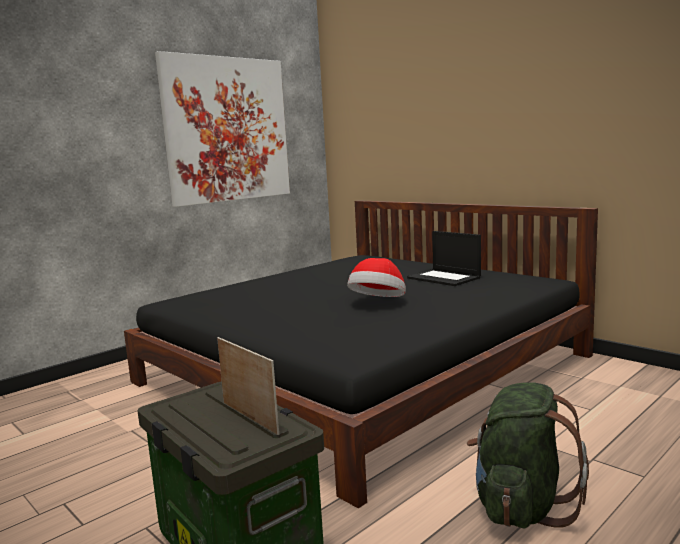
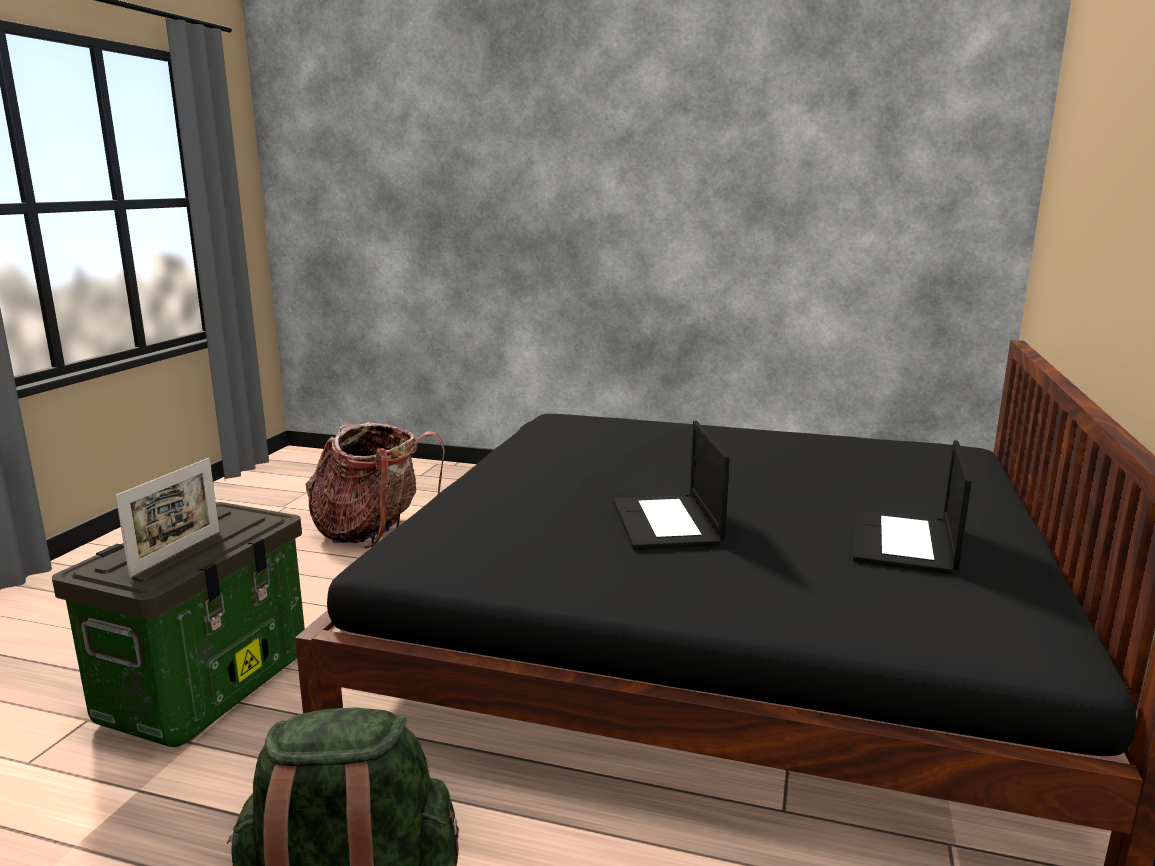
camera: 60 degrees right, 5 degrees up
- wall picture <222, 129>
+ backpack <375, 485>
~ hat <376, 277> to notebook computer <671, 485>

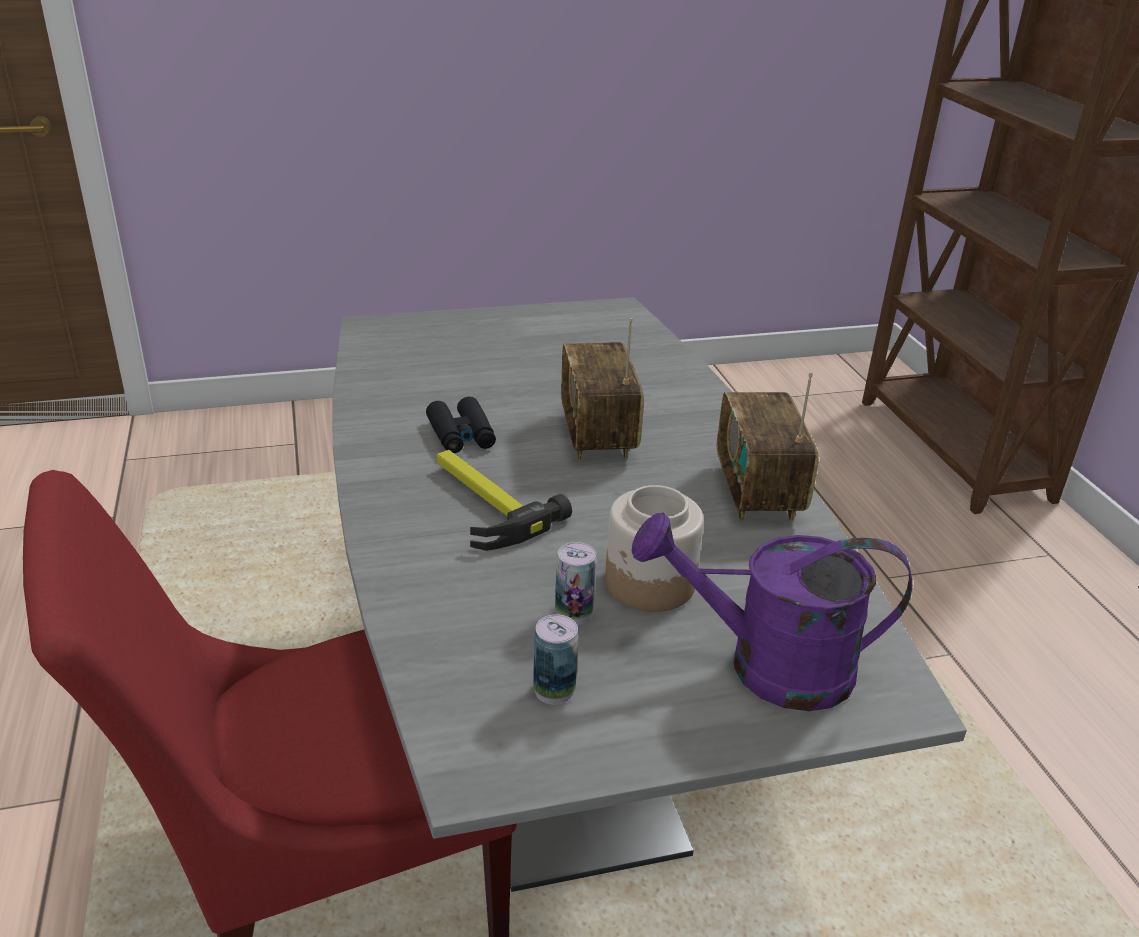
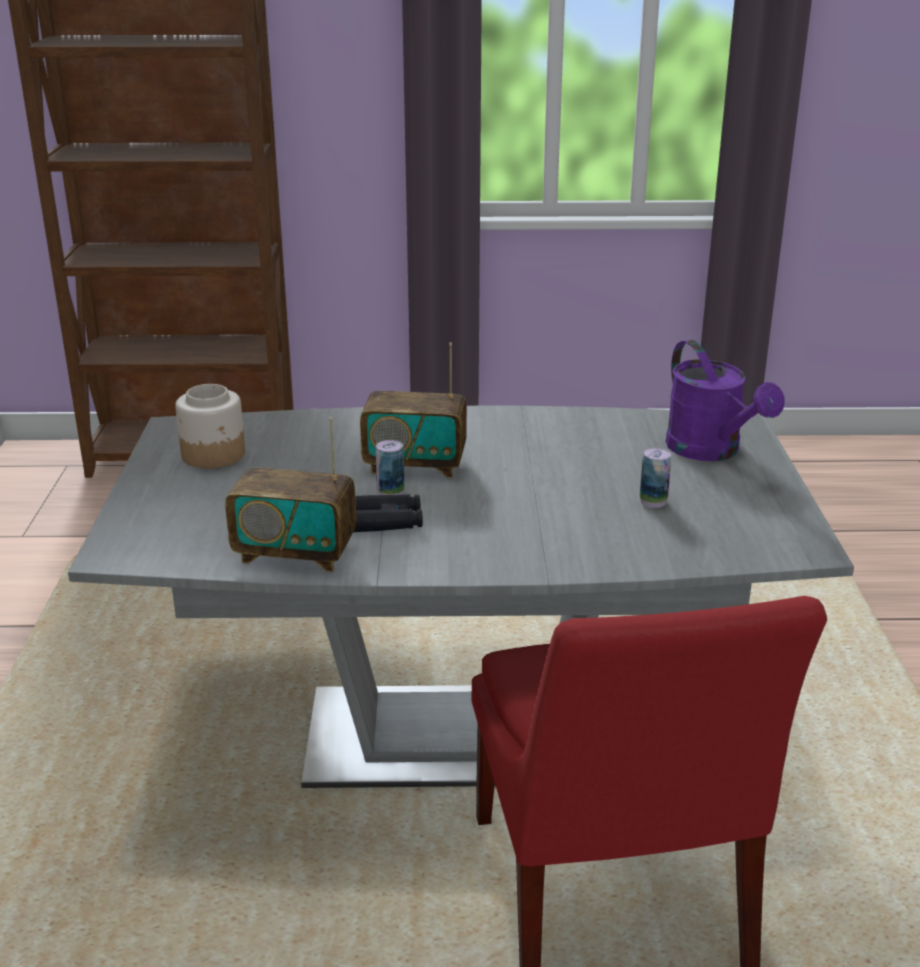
camera: 75 degrees left, 5 degrees down
- hammer <504, 500>
~ can <556, 659> to <390, 467>
~ preserve jar <654, 548> to <210, 426>
~ radio <768, 447> to <290, 494>
~ watering pot (purple-coloured) <772, 612> = <725, 400> 45 degrees counterclockwise

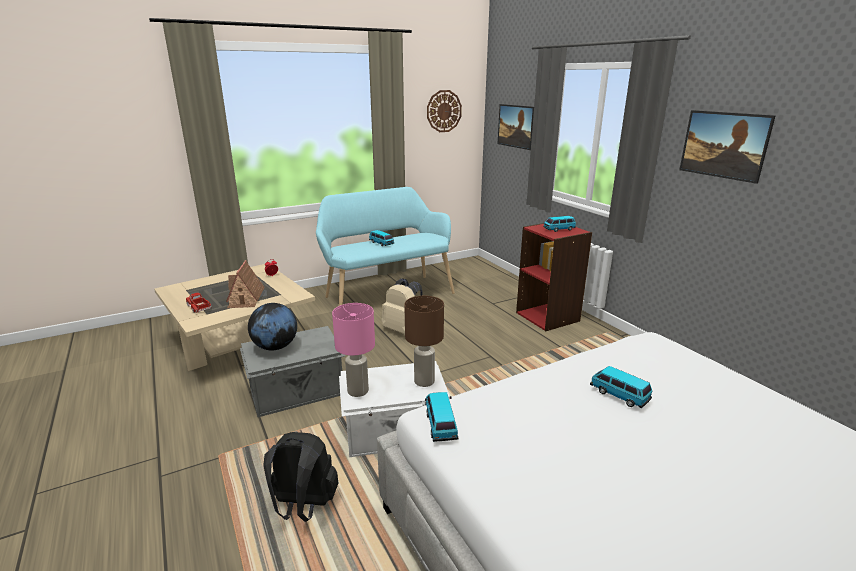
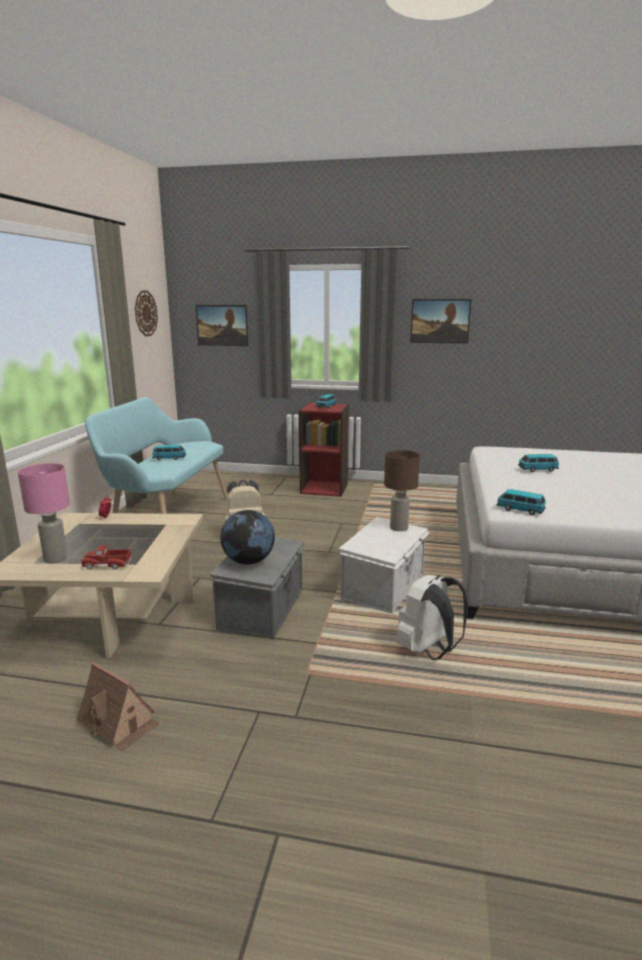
camera: 50 degrees left, 5 degrees down
~ model house <245, 284> to <118, 706>
~ lamp for a table (pinkish) <353, 350> to <44, 513>
~ backpack (blackish) <301, 477> to backpack (whitish) <432, 617>

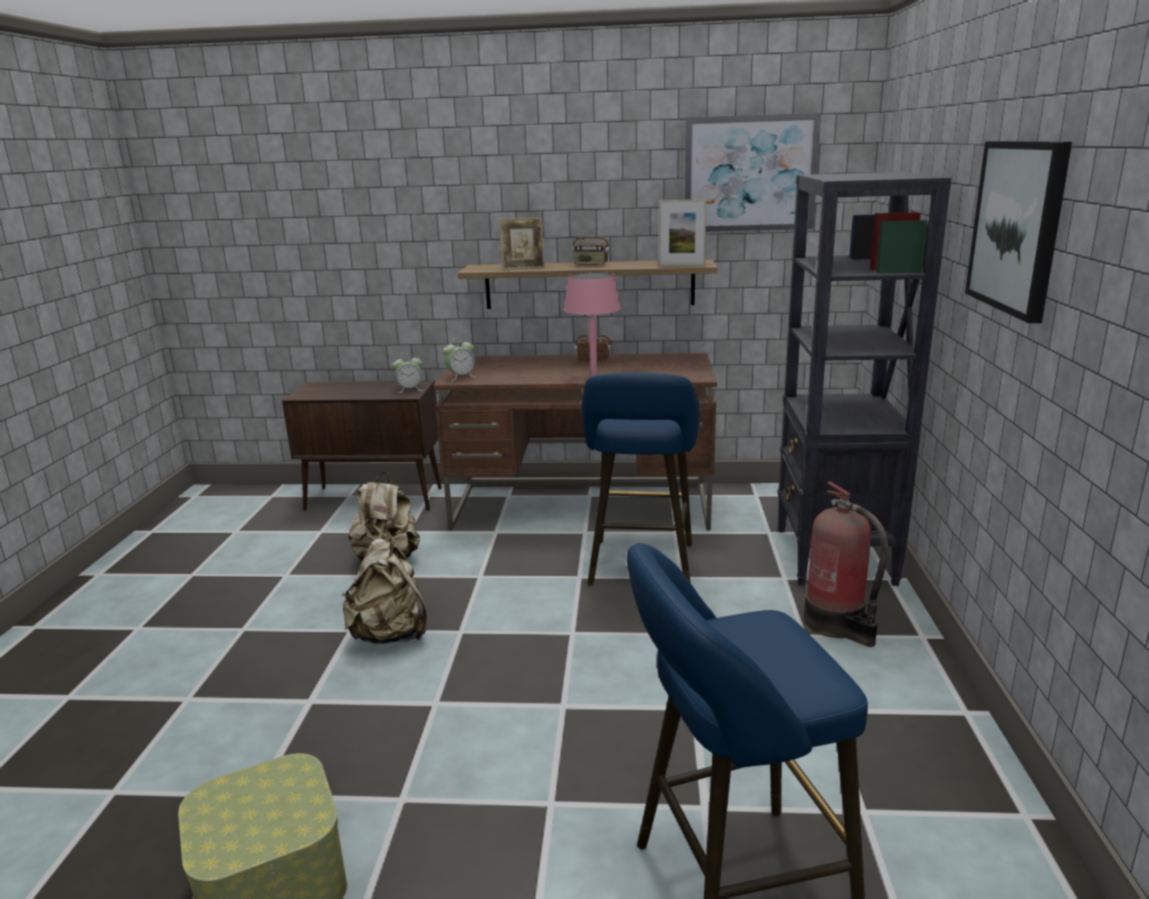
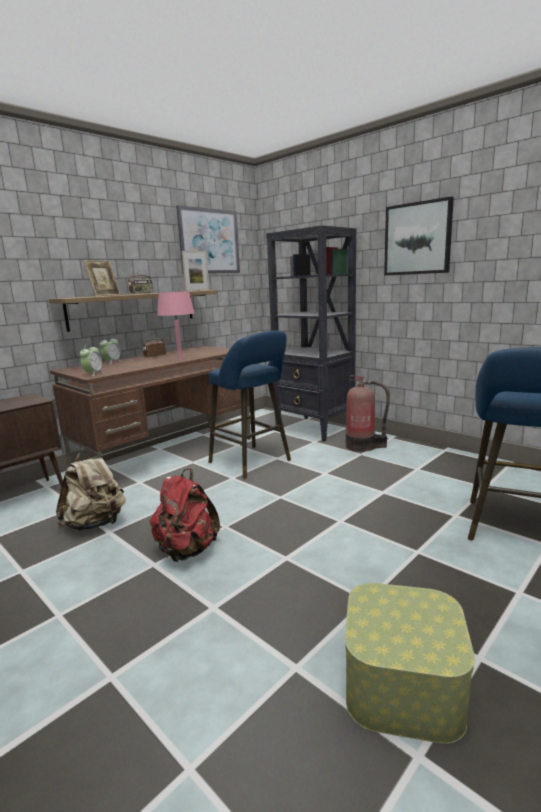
camera: 50 degrees left, 5 degrees down
~ table clock <407, 373> to <110, 350>
~ backpack (beige-coloured) <384, 591> to backpack (red) <185, 515>

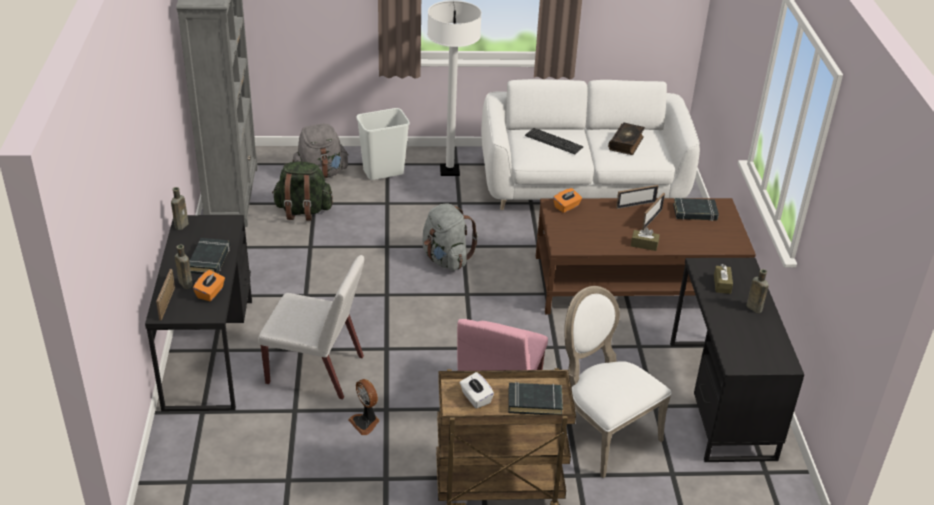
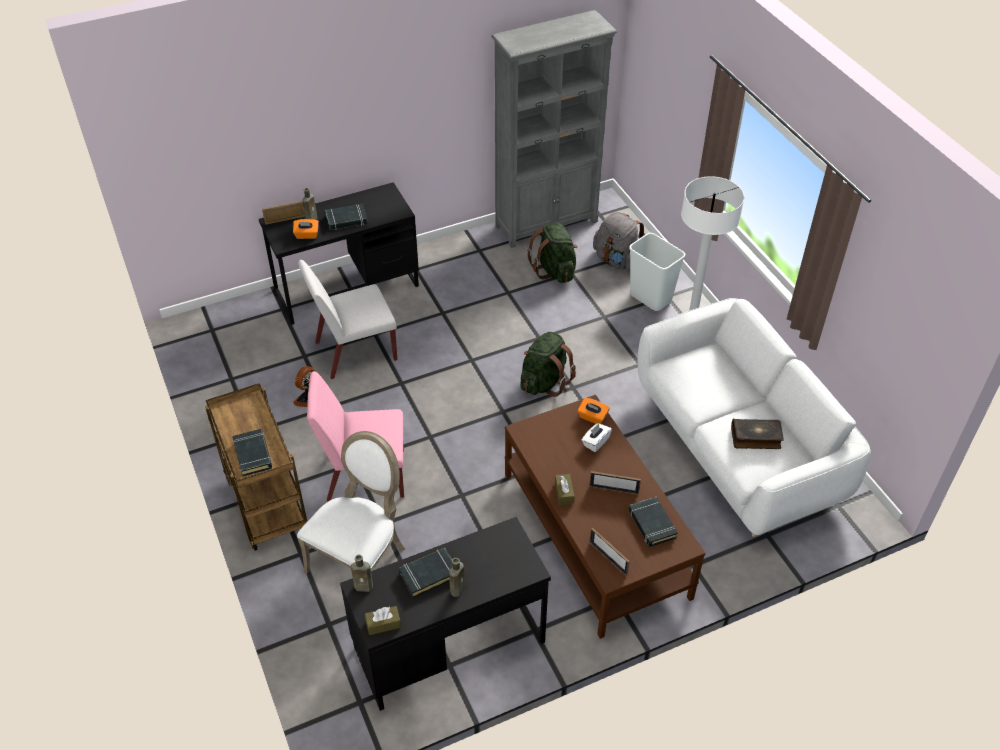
camera: 70 degrees right, 10 degrees up
- keyboard <554, 141>
+ volume (blackish) <426, 573>
~ beverage bottle (brown) <180, 208> to <362, 573>
~ box of tissues (whitish) <477, 390> to <597, 437>
~ picture frame <637, 197> to <610, 552>
~ box of tissues (brown) <723, 279> to <383, 620>
~ backpack (gray) <450, 237> to backpack (green) <548, 364>
~ upright chair (whitish) <311, 327> = <347, 319> 75 degrees clockwise

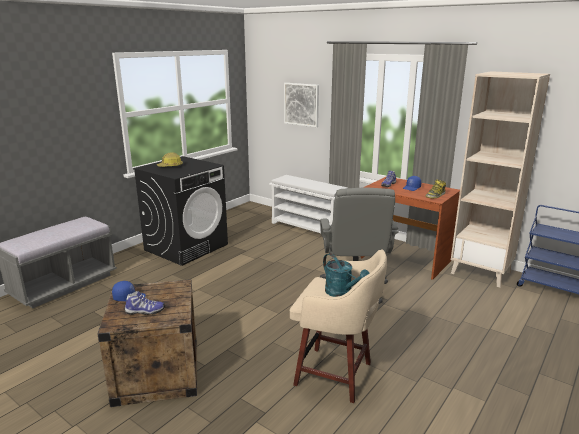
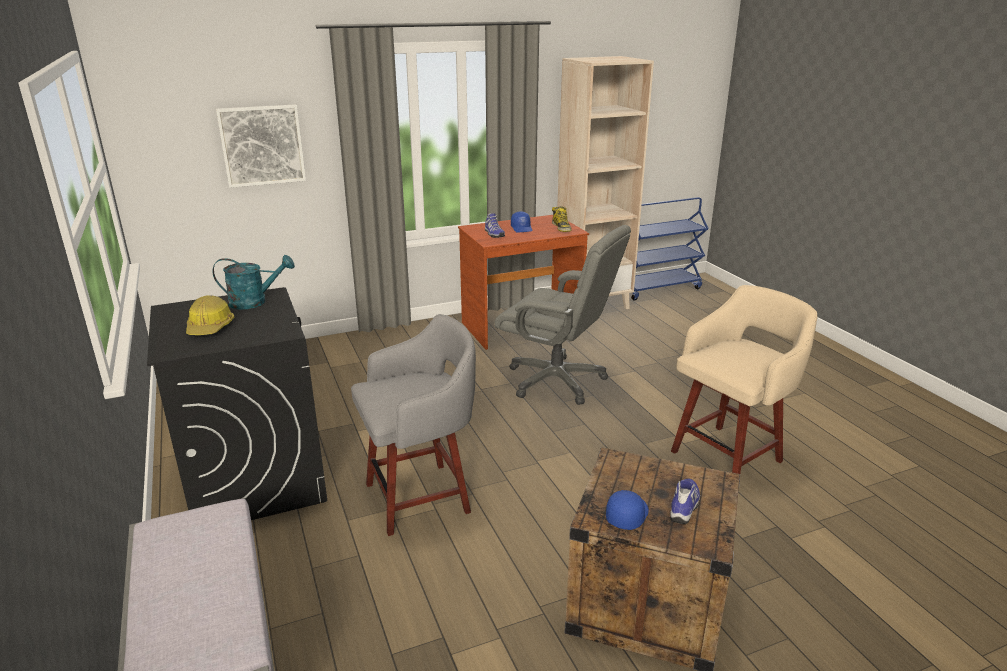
camera: 60 degrees left, 5 degrees up
- shoe rack (whitish) <308, 204>
+ stool (gray) <413, 425>
~ watering pot (blue-green) <346, 275> to <254, 282>

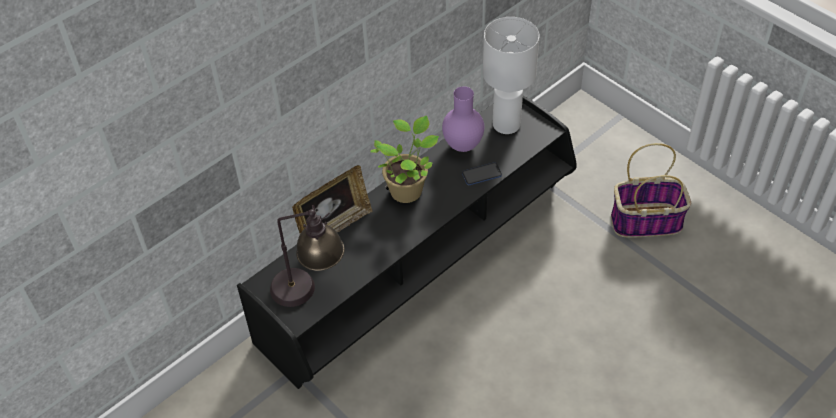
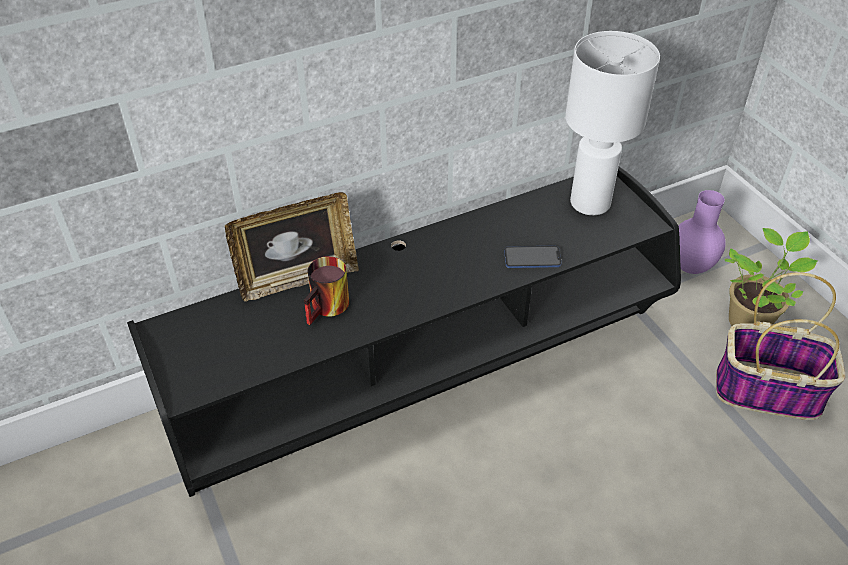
camera: 15 degrees right, 5 degrees down
- lamp for a table <307, 256>
+ tea mug <326, 290>
~ potted plant <405, 159> to <771, 277>
~ flower vase (purple-coloured) <463, 119> to <702, 232>

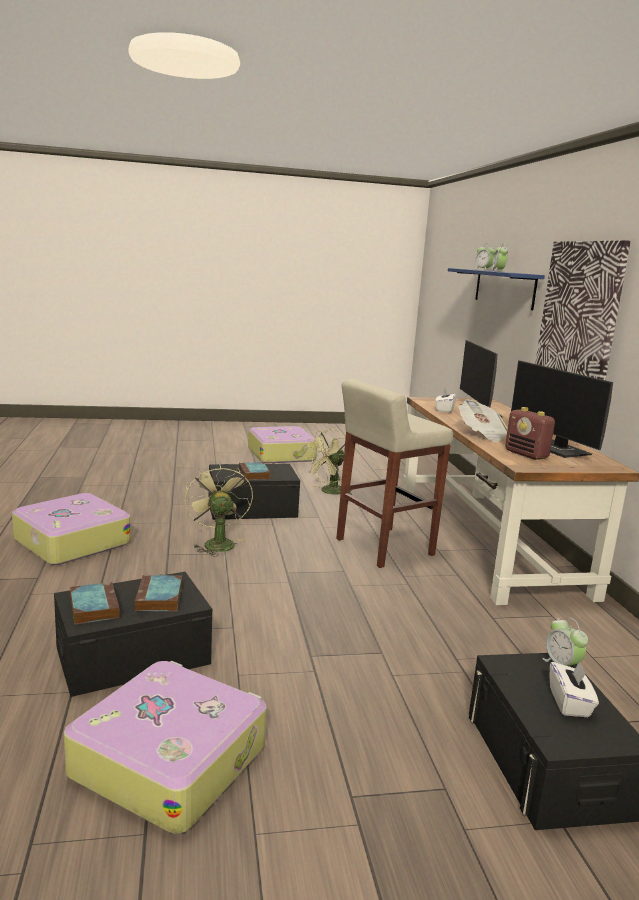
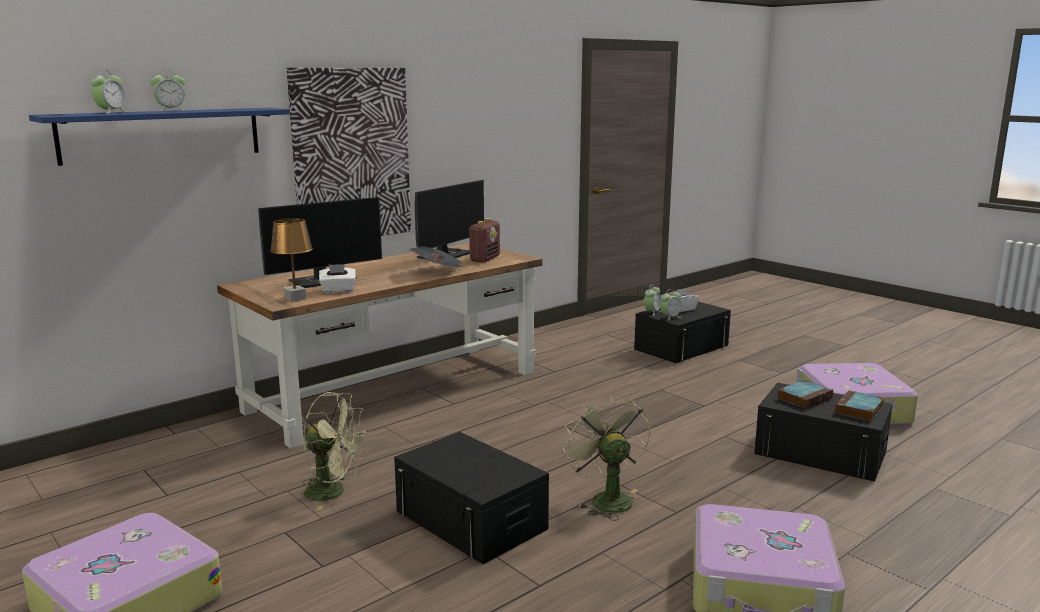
camera: 120 degrees left, 0 degrees up
- volume <254, 471>
- stool (beige-coloured) <394, 473>
+ lamp for a table (brown) <291, 260>
+ table clock <671, 305>
~ cooling fan (green) <219, 510> = <606, 457> 120 degrees clockwise

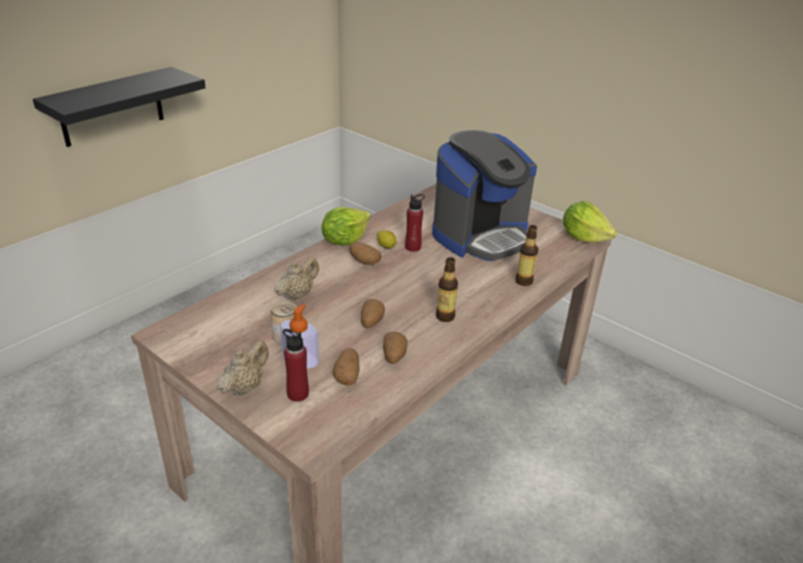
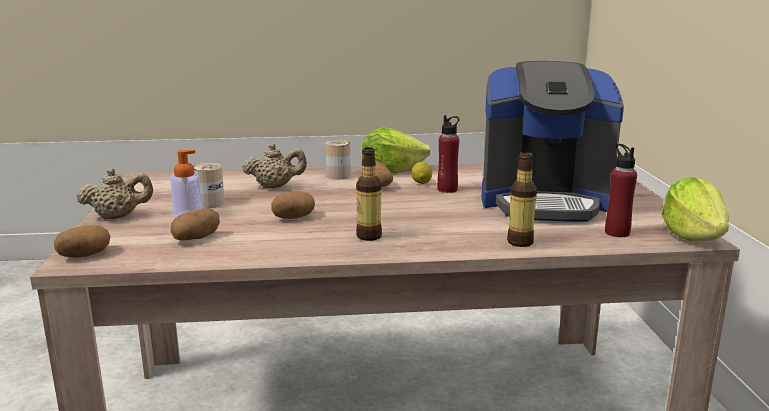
camera: 45 degrees right, 15 degrees down
- shelf (blackish) <119, 107>
+ can <338, 160>
~ beverage bottle (red) <296, 365> to <621, 190>
~ potato <395, 348> to <82, 242>

